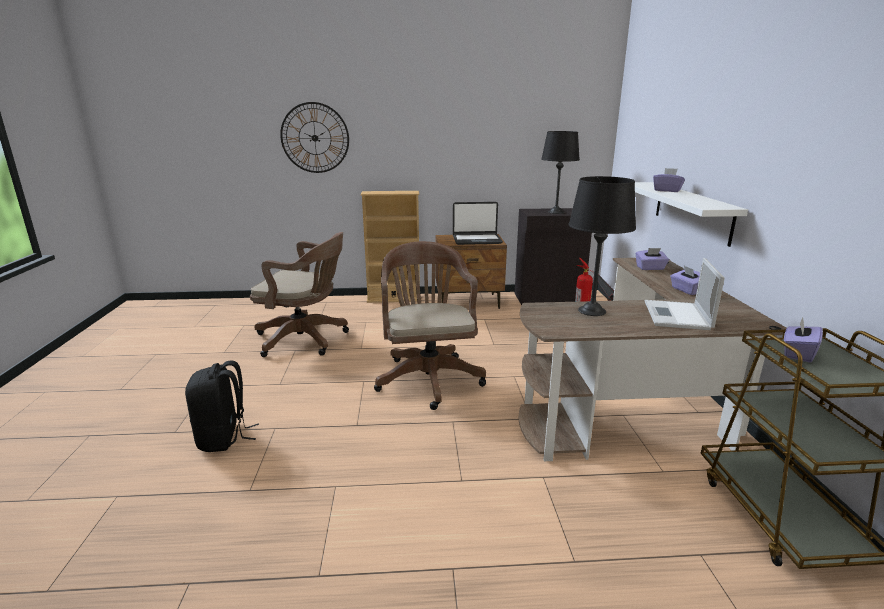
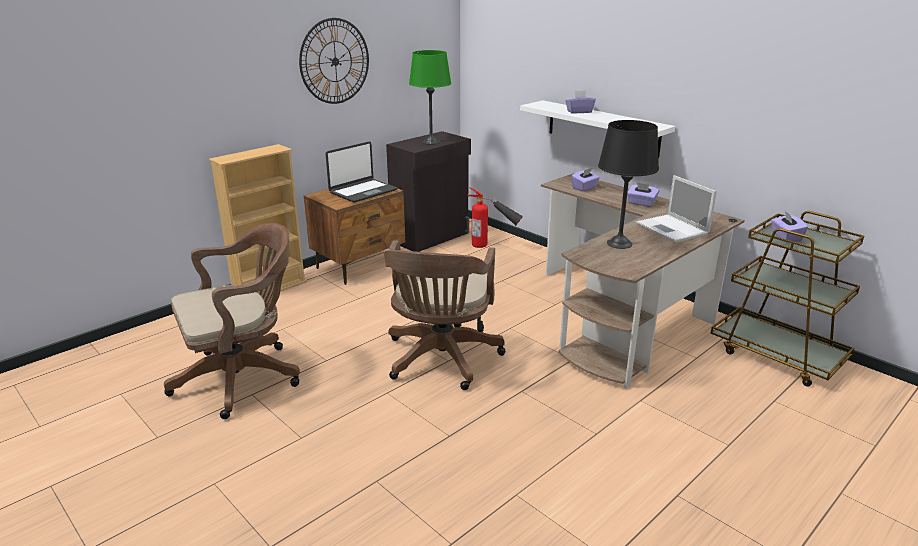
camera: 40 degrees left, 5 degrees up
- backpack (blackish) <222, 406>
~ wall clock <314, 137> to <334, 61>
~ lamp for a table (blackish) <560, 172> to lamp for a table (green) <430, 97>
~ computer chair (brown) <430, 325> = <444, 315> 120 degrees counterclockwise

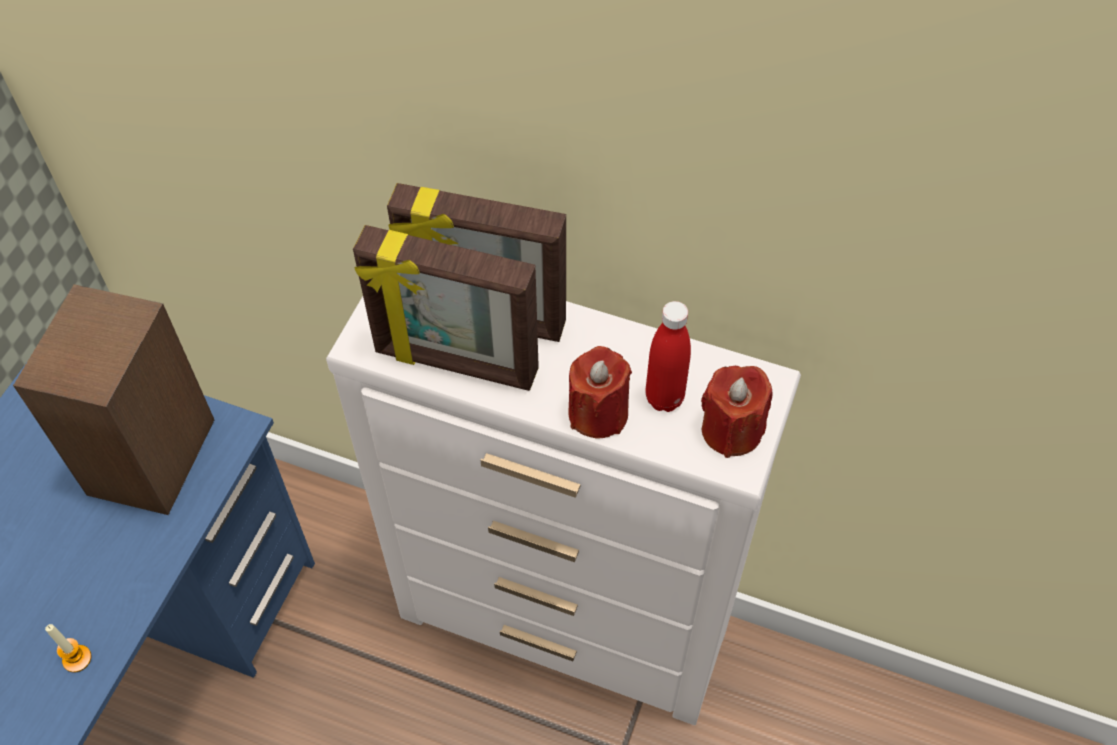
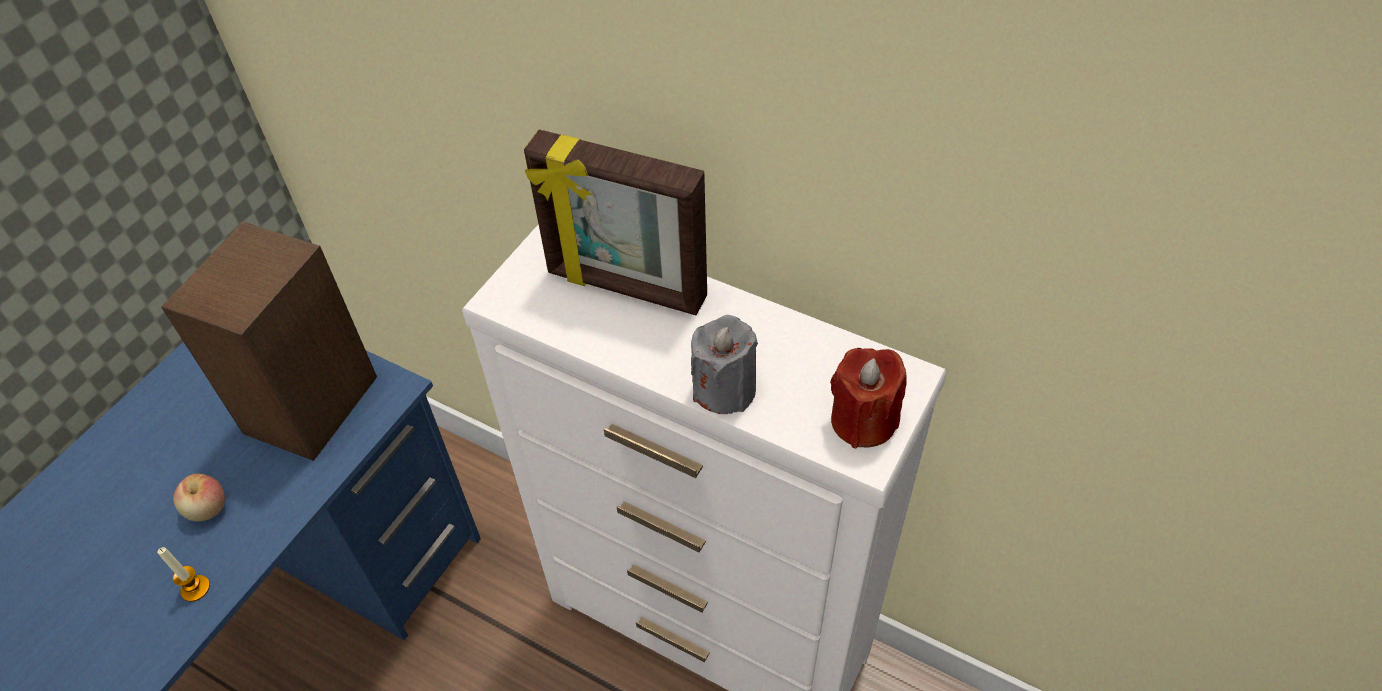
camera: 10 degrees right, 5 degrees down
- picture frame <446, 308>
- beverage bottle (red) <668, 356>
+ apple <199, 498>
~ candle (red) <600, 392> to candle (gray) <724, 364>

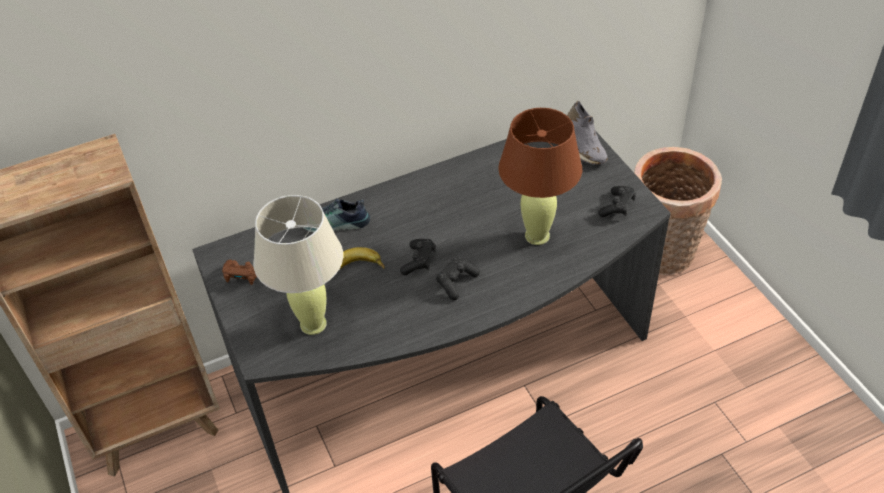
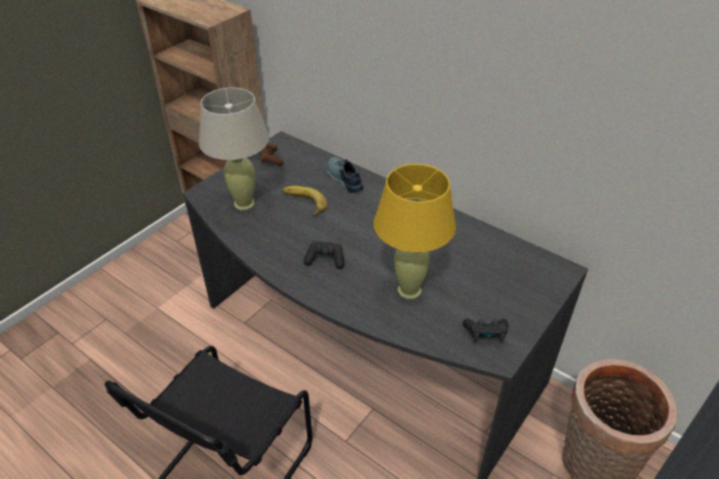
camera: 60 degrees right, 5 degrees down
- game controller (blackish) <418, 257>
- shoe (gray) <587, 133>
~ lamp for a table (brown) <540, 176> to lamp for a table (yellowish) <415, 231>

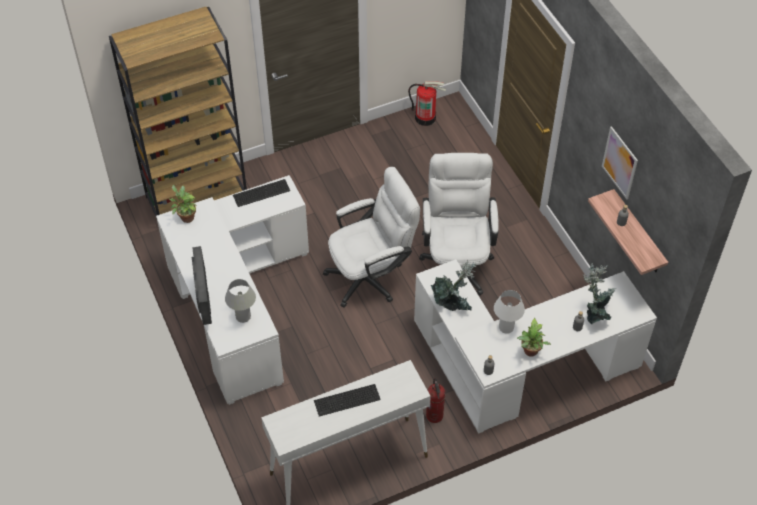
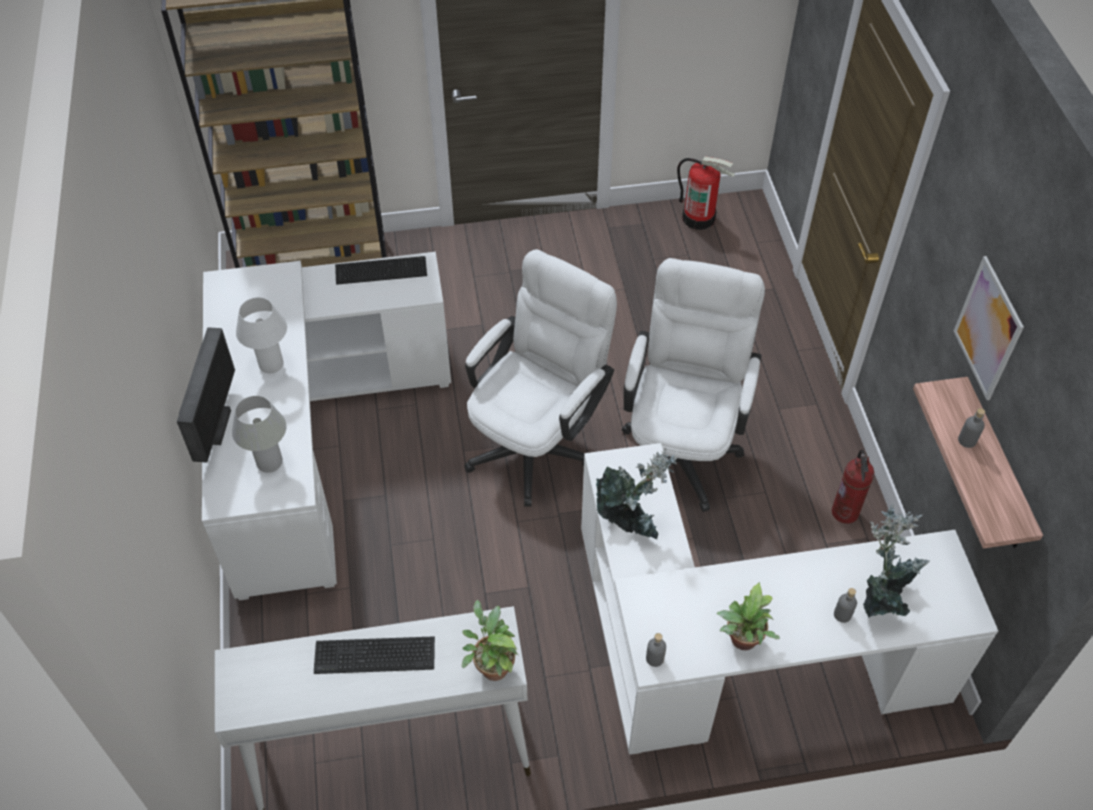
camera: 15 degrees right, 0 degrees up
~ potted plant <182, 204> to <490, 640>
~ fire-fighting cylinder <435, 400> to <853, 487>
~ lamp for a table (whitish) <509, 312> to <261, 335>
~ computer chair (whitish) <371, 237> = <540, 378> 45 degrees counterclockwise

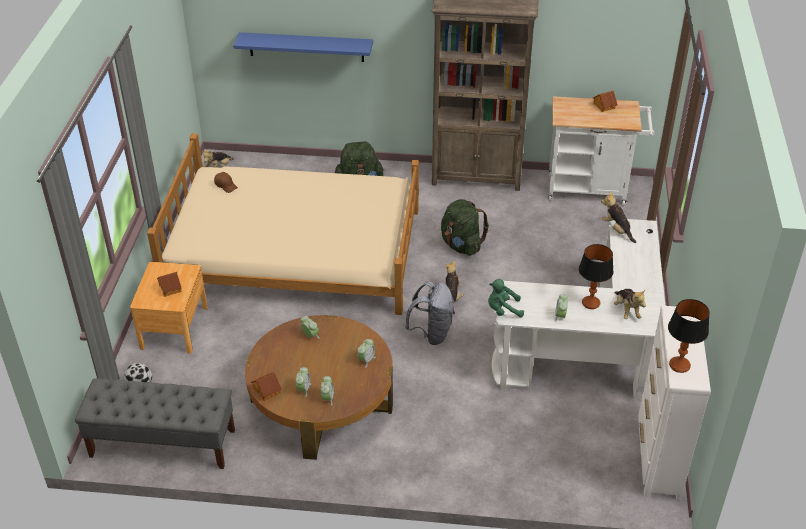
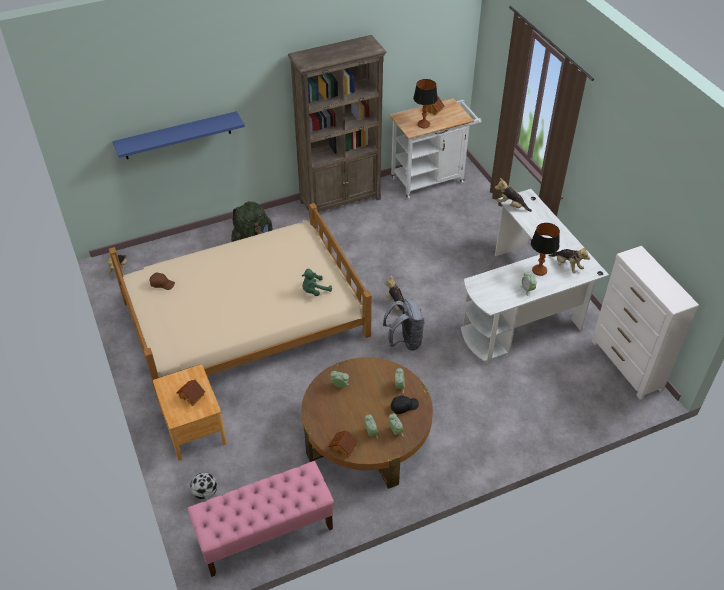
camera: 30 degrees left, 5 degrees up
- backpack (green) <465, 227>
+ peaked cap (blackish) <405, 404>
~ soft toy (green) <506, 298> to <317, 282>
~ lamp for a table <689, 336> to <425, 103>
~ bench (gray) <155, 423> to bench (pinkish) <261, 519>

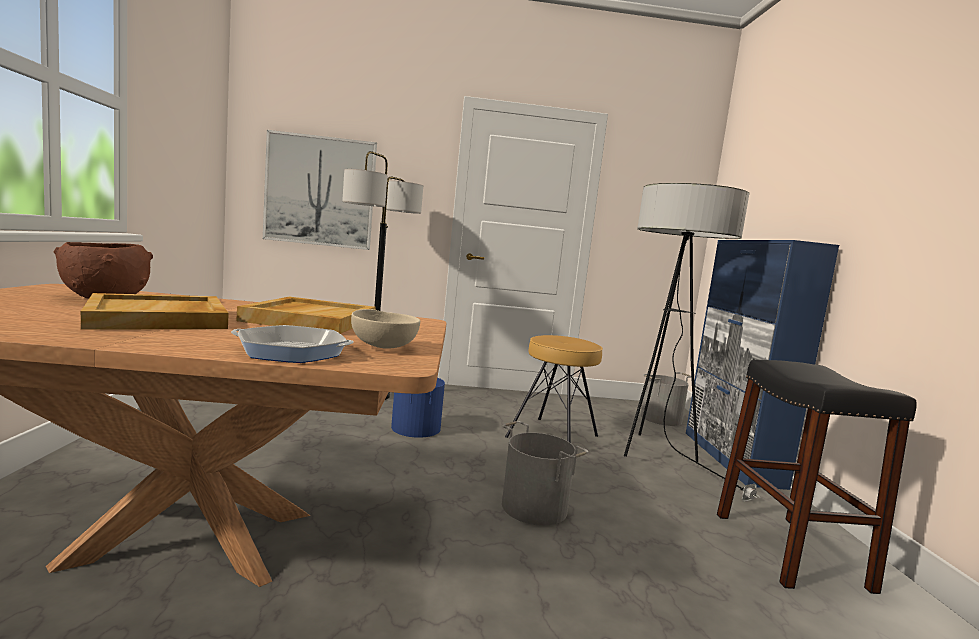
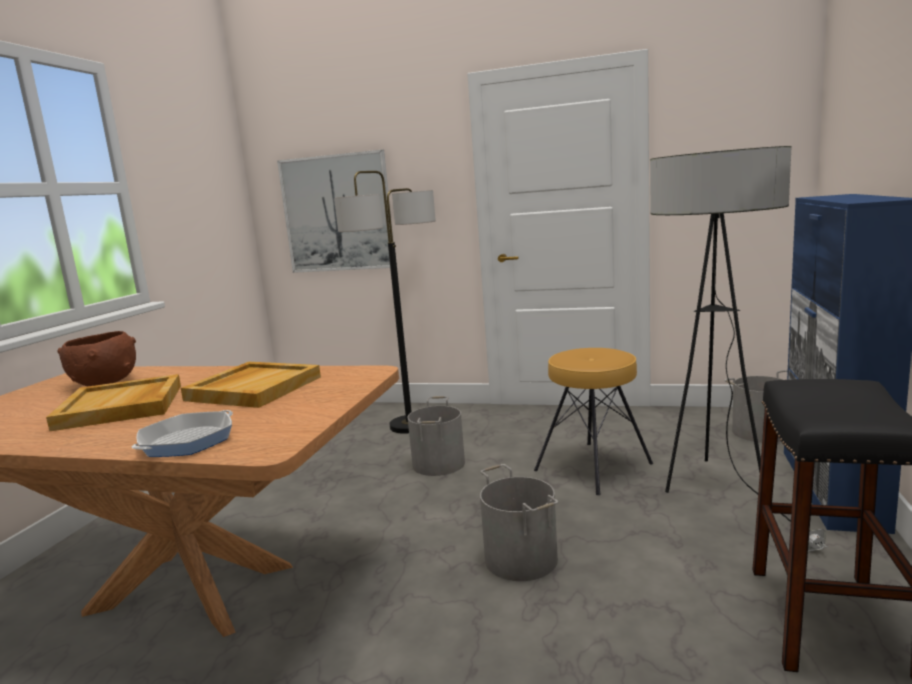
camera: 20 degrees right, 5 degrees up
- serving bowl (beige-coloured) <385, 329>
~ bucket (blue) <418, 408> to bucket (gray) <436, 436>
~ pan <292, 344> = <182, 433> 105 degrees clockwise

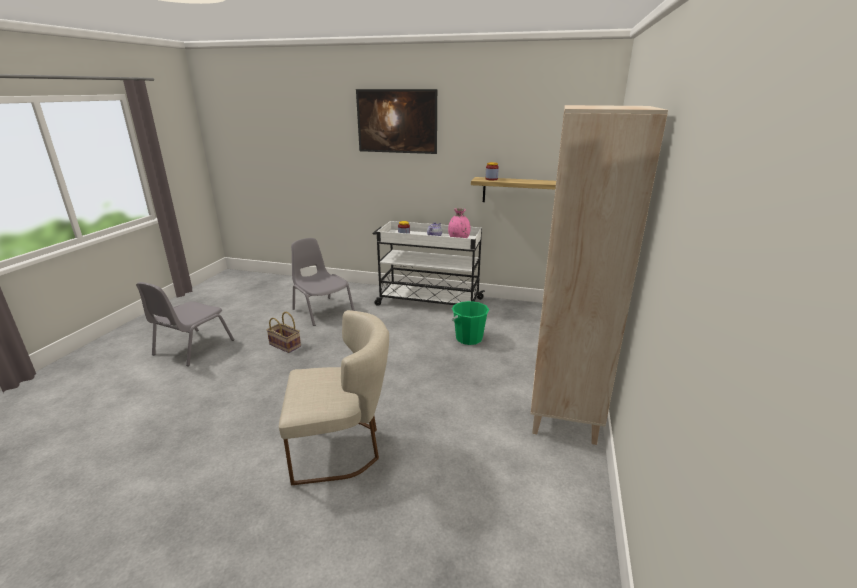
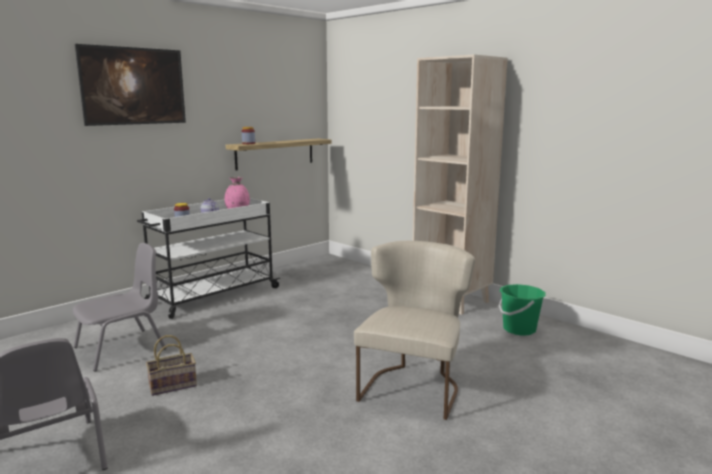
camera: 60 degrees left, 10 degrees down
~ bucket (green) <470, 323> to <522, 310>
~ upright chair (gray) <323, 282> = <120, 307> 150 degrees clockwise

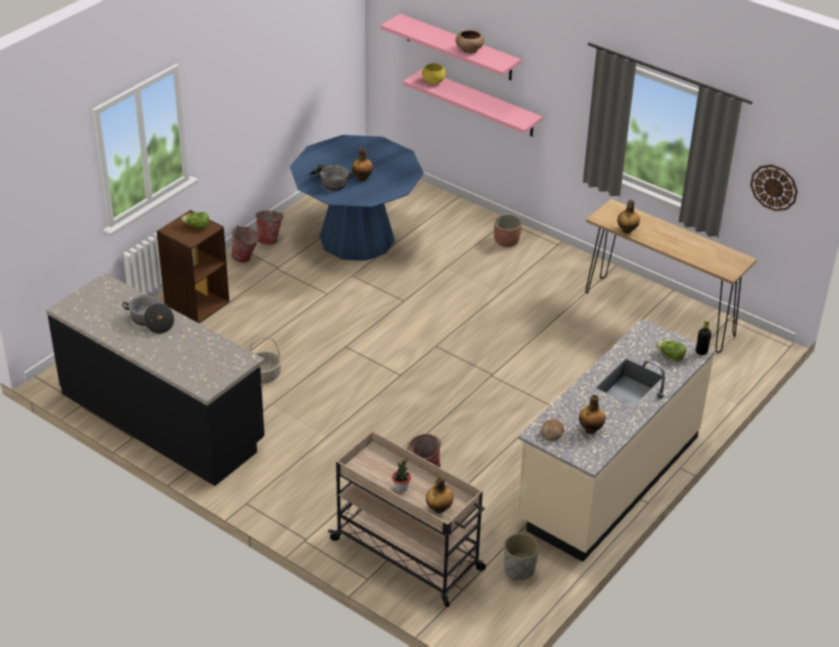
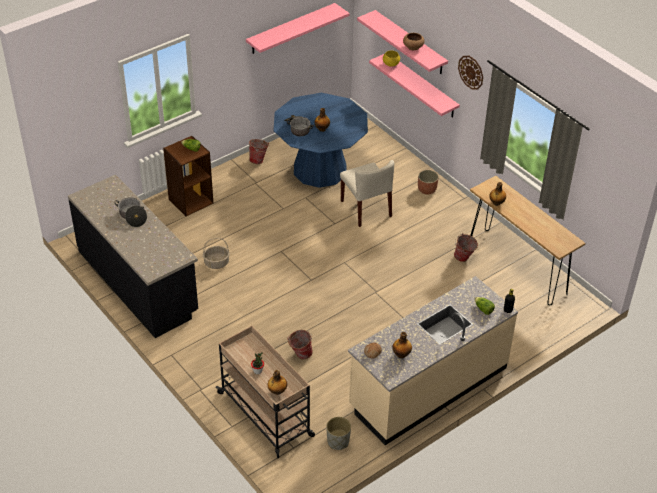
camera: 15 degrees right, 5 degrees up
+ shelf (pinkish) <297, 28>
+ upright chair (beige-coloured) <367, 193>
~ bucket <244, 244> to <466, 247>
~ wall clock <774, 187> to <470, 72>

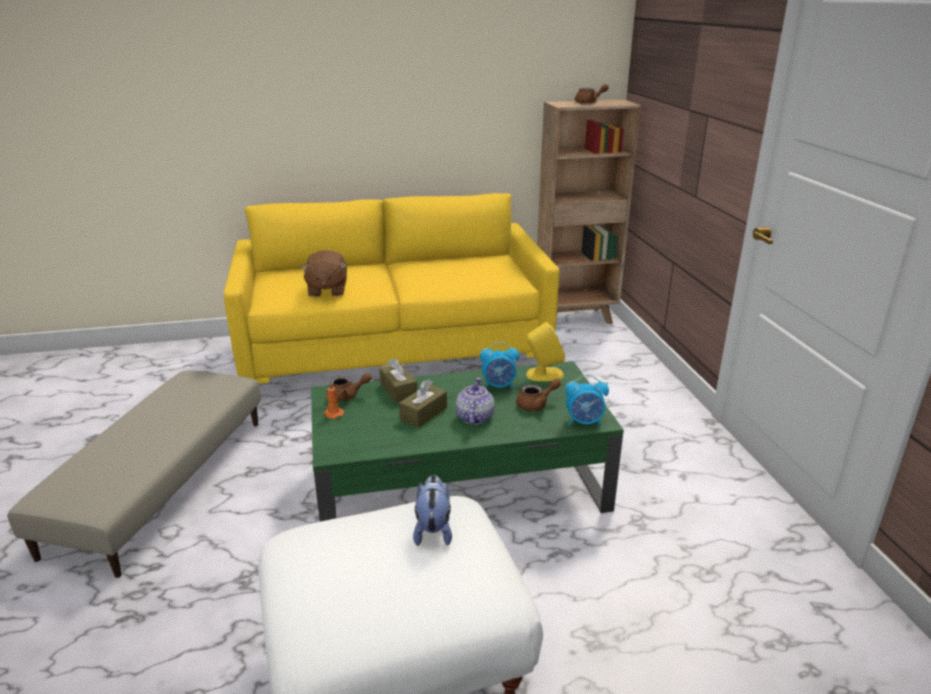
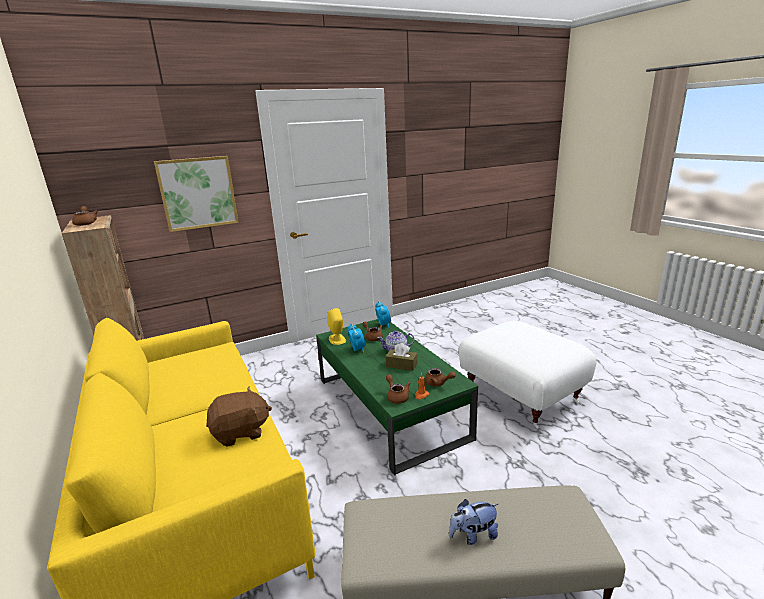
camera: 105 degrees left, 5 degrees down
- box of tissues (brown) <398, 380>
+ wall picture <196, 194>
+ teapot (brown) <440, 377>
~ soft toy <432, 510> to <473, 522>

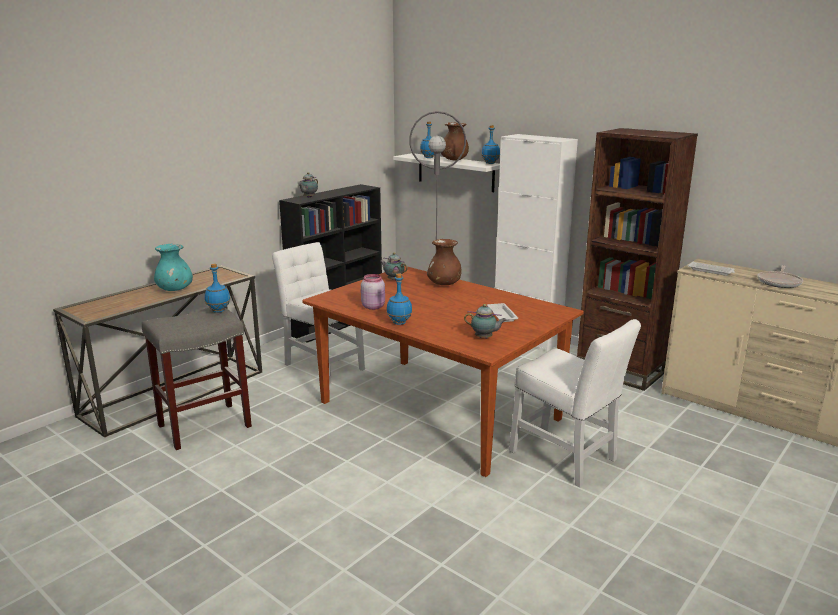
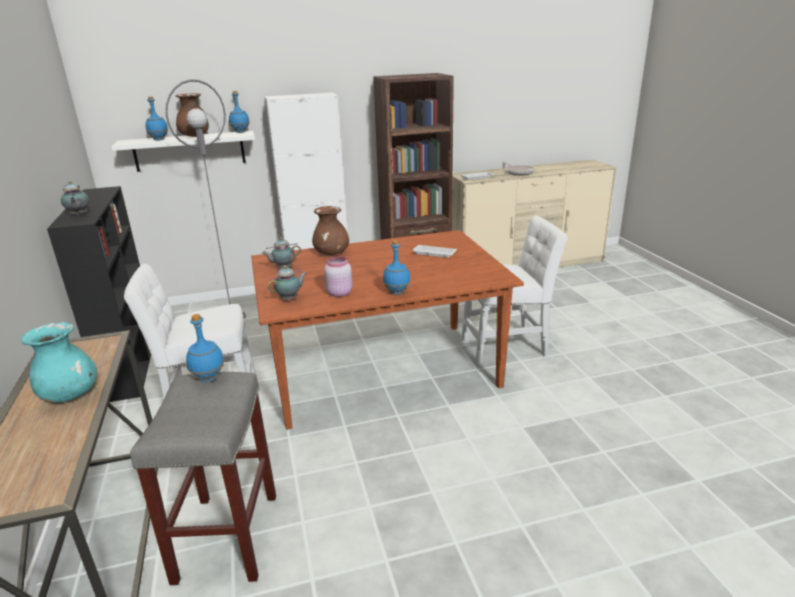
camera: 55 degrees left, 5 degrees up
~ teapot <485, 321> to <287, 283>

